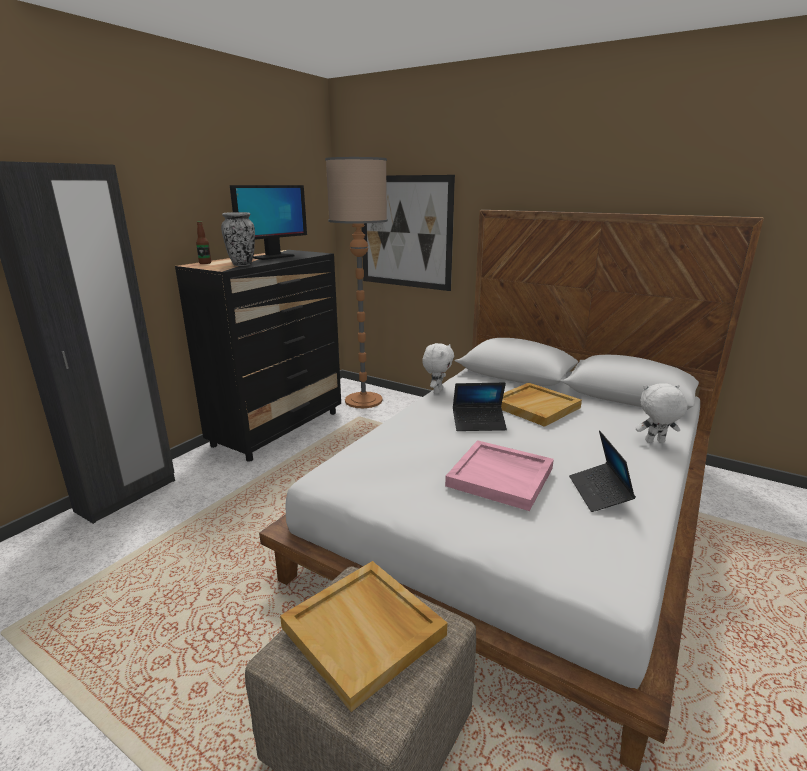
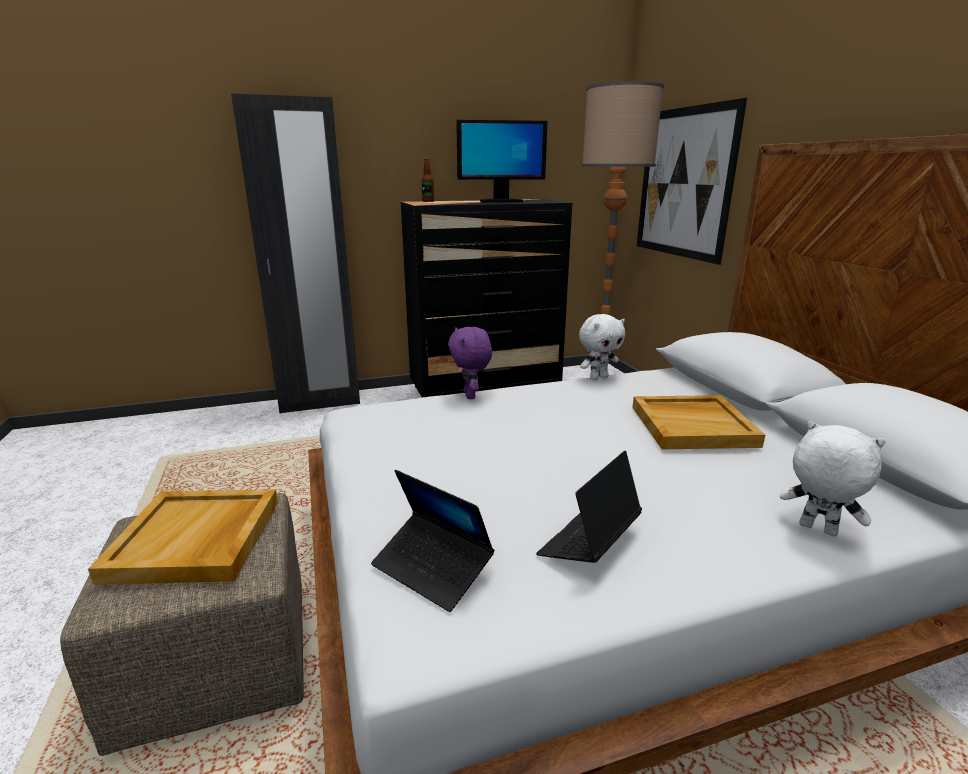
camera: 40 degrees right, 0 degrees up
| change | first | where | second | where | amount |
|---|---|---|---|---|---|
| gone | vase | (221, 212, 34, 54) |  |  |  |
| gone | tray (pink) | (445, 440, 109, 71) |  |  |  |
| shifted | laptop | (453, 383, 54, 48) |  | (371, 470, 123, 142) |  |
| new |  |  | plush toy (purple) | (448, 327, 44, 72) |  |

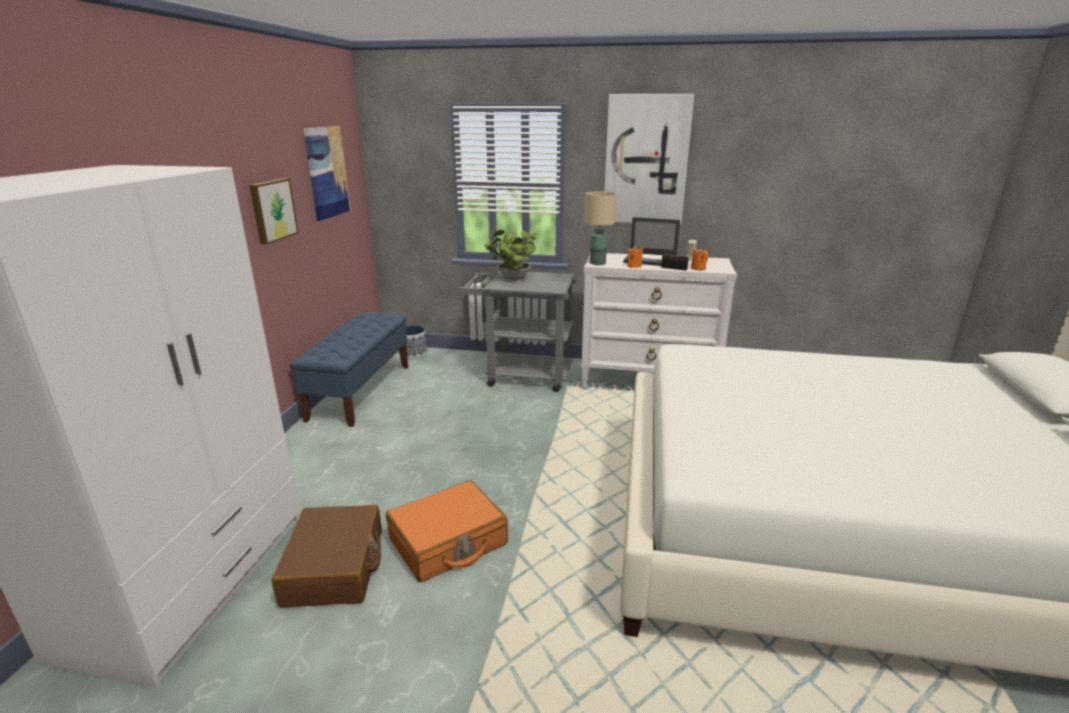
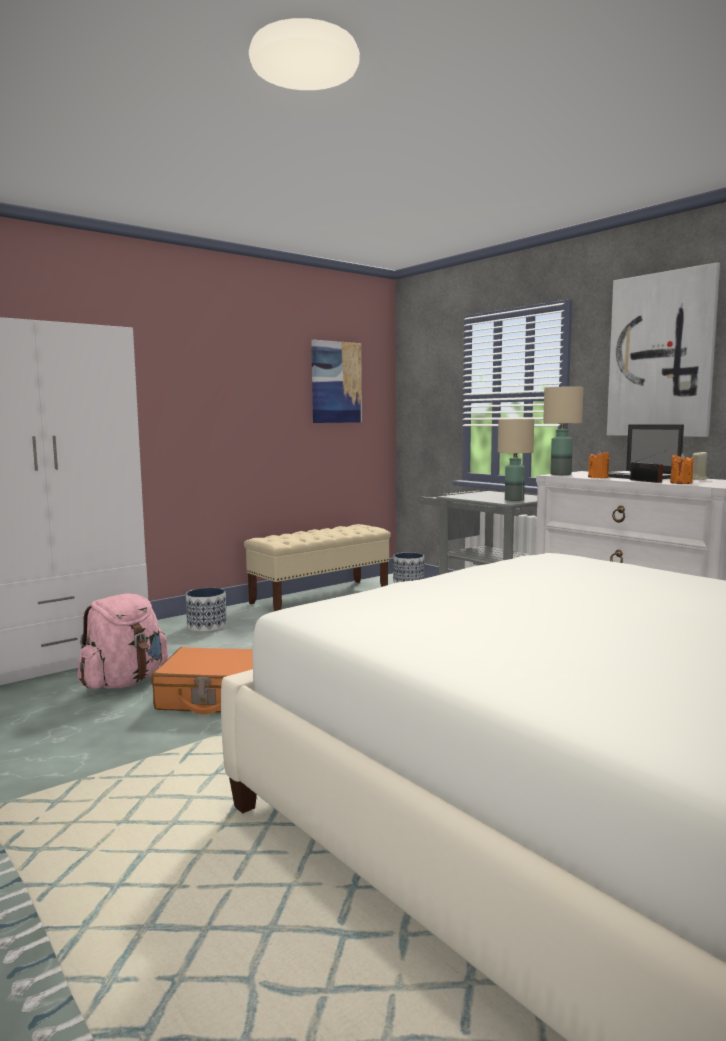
camera: 40 degrees right, 15 degrees down
| change | first | where | second | where | amount |
|---|---|---|---|---|---|
| gone | picture | (249, 178, 50, 67) |  |  |  |
| swapped | suitcase (brown) | (272, 504, 110, 104) | backpack (pink) | (77, 593, 91, 96) |  |
| repainted | bench (blue) | (289, 312, 119, 115) | bench (beige) | (244, 524, 147, 87) |  |
| gone | potted plant | (484, 230, 52, 50) |  |  |  |
| new |  |  | planter | (186, 588, 41, 44) |  |
| new |  |  | table lamp (beige) | (498, 419, 36, 82) |  |

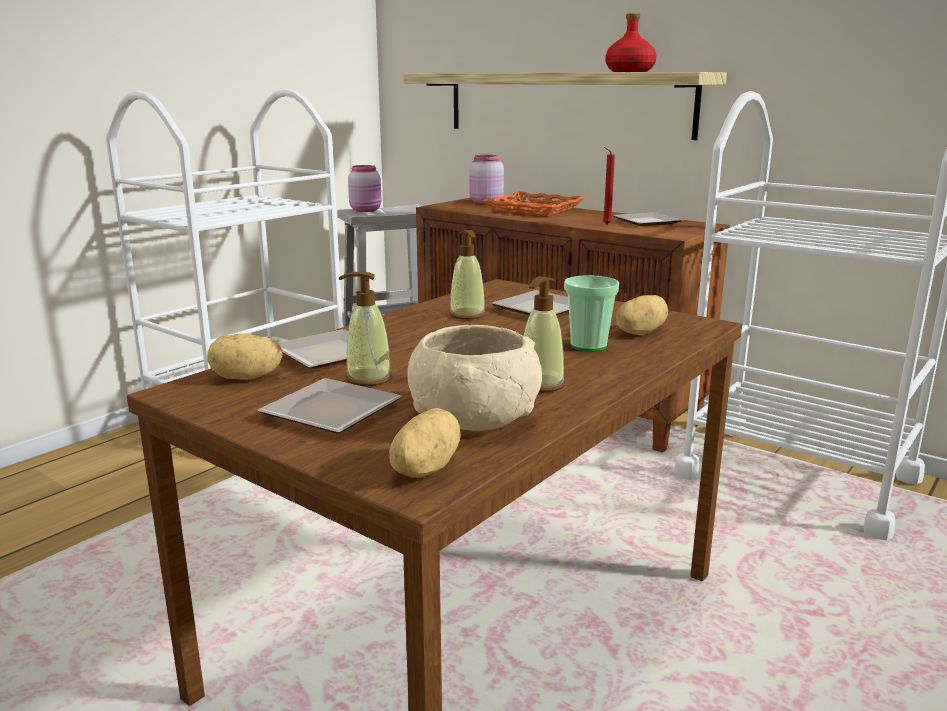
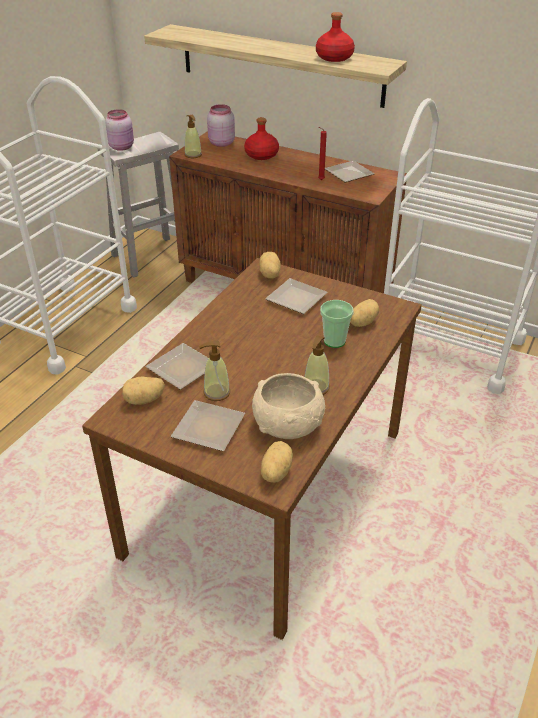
camera: 10 degrees left, 20 degrees up
| change | first | where | second | where | amount |
|---|---|---|---|---|---|
| shifted | soap dispenser | (449, 230, 37, 90) |  | (184, 115, 18, 43) |  |
| swapped | tray (orange) | (483, 191, 101, 25) | bottle (red) | (244, 117, 35, 43) |  |
| new |  |  | potato | (259, 252, 22, 27) |  |

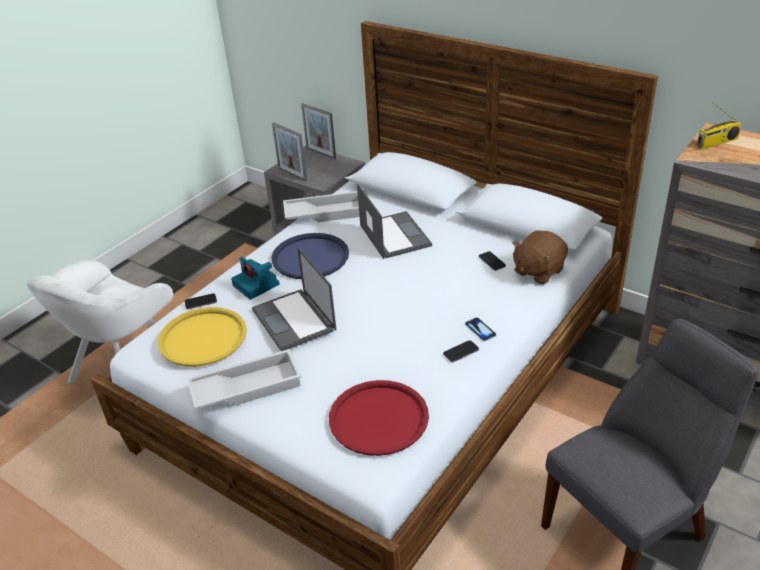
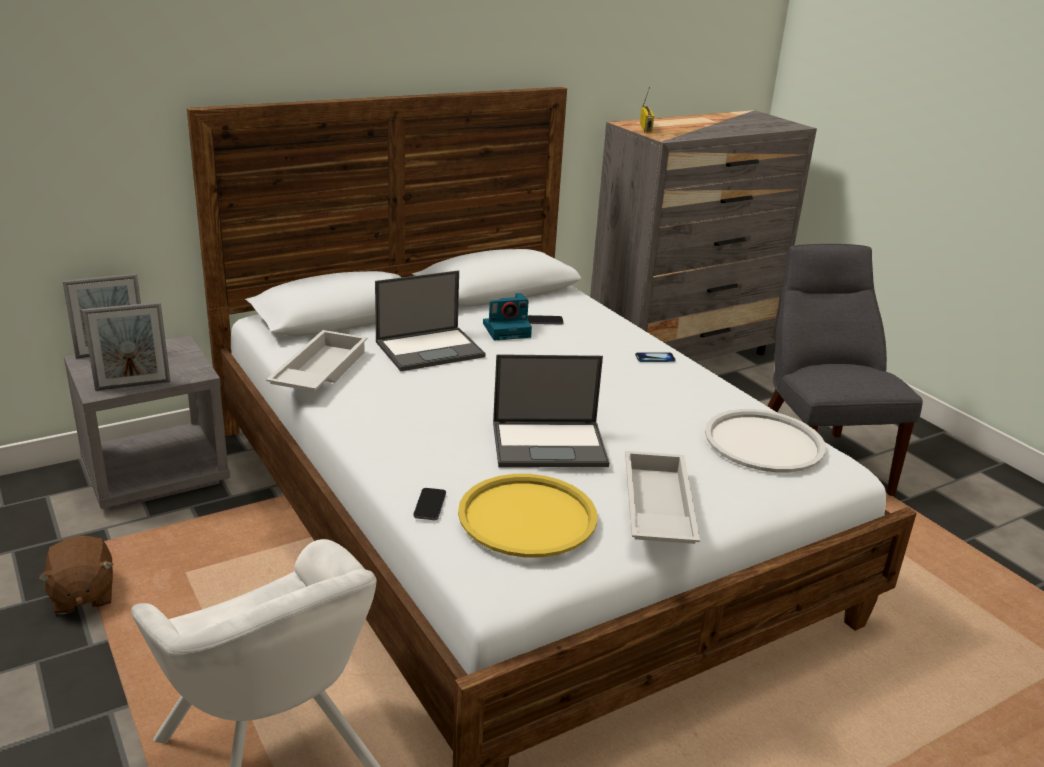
camera: 70 degrees left, 10 degrees down
| change | first | where | second | where | amount |
|---|---|---|---|---|---|
| shifted | photo camera | (231, 256, 49, 44) |  | (483, 293, 49, 47) |  |
| gone | tray (blue) | (271, 233, 78, 46) |  |  |  |
| repainted | tray (red) | (329, 380, 100, 76) | tray (white) | (705, 409, 121, 63) |  |
| rotated | laptop | (357, 184, 75, 75) |  | (375, 270, 111, 101) | 150 degrees clockwise |
| gone | phone | (443, 340, 36, 22) |  |  |  |
| shifted | plush toy (brown) | (512, 231, 56, 53) |  | (38, 536, 76, 79) |  |

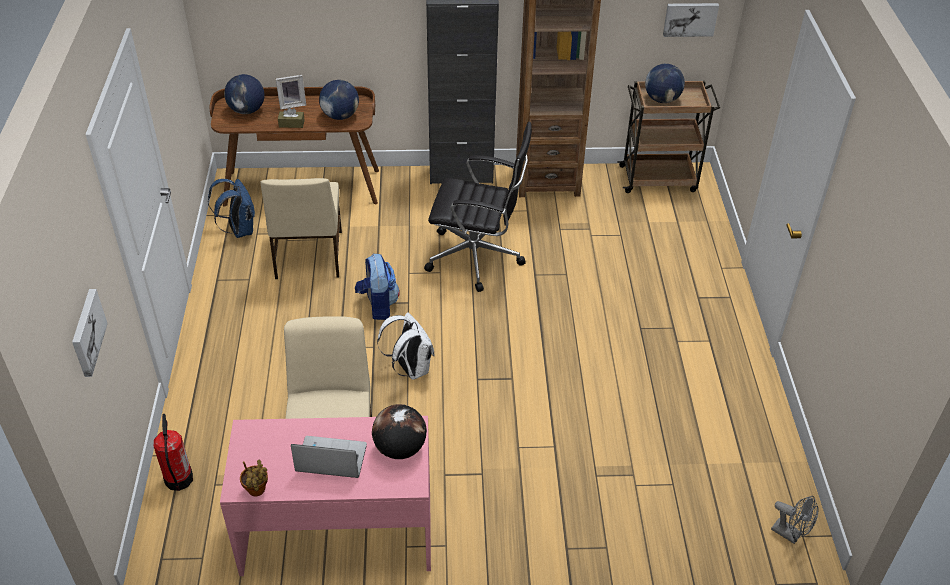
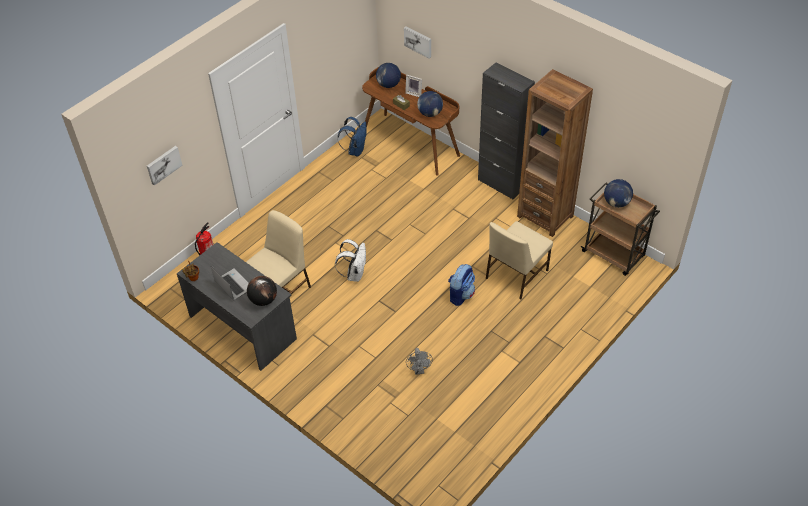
camera: 45 degrees right, 5 degrees up
| change | first | where | second | where | amount |
|---|---|---|---|---|---|
| repainted | desk (pink) | (220, 416, 211, 160) | desk (grey) | (177, 242, 120, 129) |  |
| shifted | chair (beige) | (260, 178, 82, 101) |  | (486, 221, 67, 78) |  |
| shifted | backpack | (355, 254, 45, 66) |  | (448, 264, 27, 42) |  |
| gone | office chair (black) | (424, 122, 108, 170) |  |  |  |
| shifted | picture | (663, 3, 56, 34) |  | (404, 27, 27, 32) |  |
| shifted | fan (grey) | (771, 496, 48, 48) |  | (406, 348, 27, 27) |  |

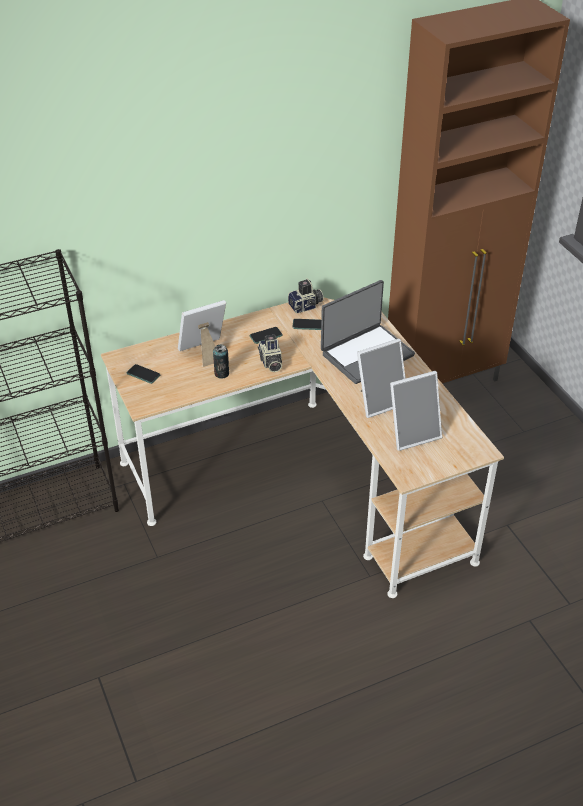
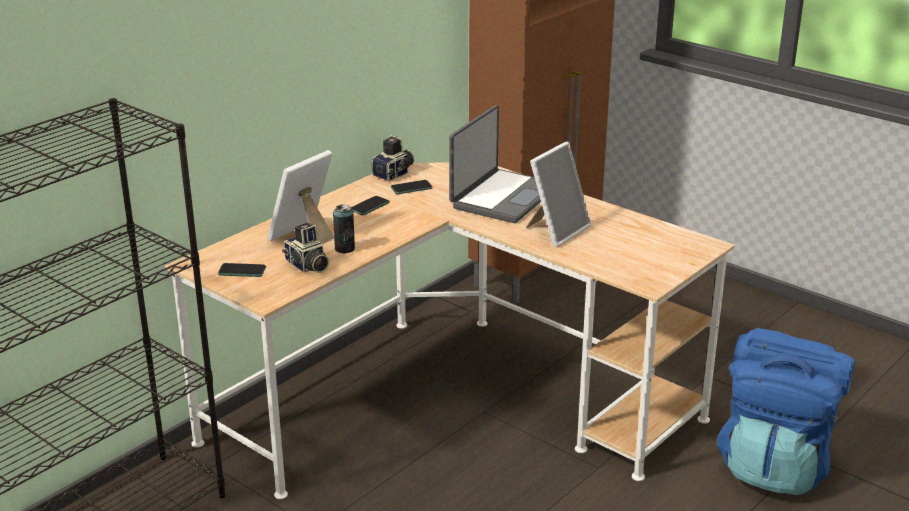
camera: 25 degrees left, 15 degrees down
| change | first | where | second | where | amount |
|---|---|---|---|---|---|
| shifted | photo camera | (258, 335, 24, 37) |  | (282, 223, 47, 50) |  |
| gone | picture frame | (390, 371, 52, 80) |  |  |  |
| new |  |  | backpack (blue) | (717, 328, 138, 167) |  |

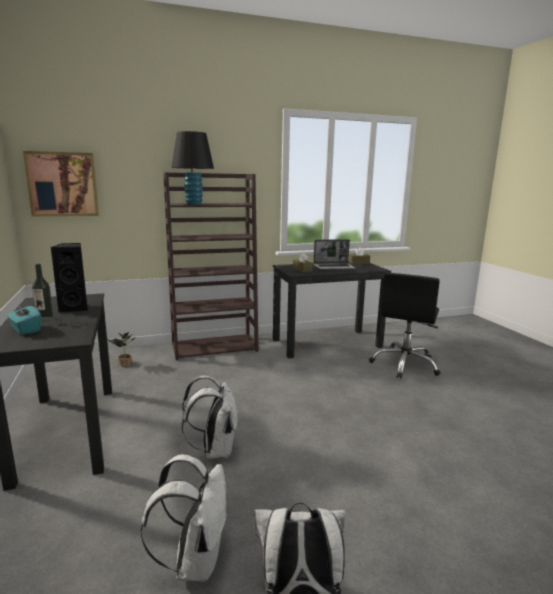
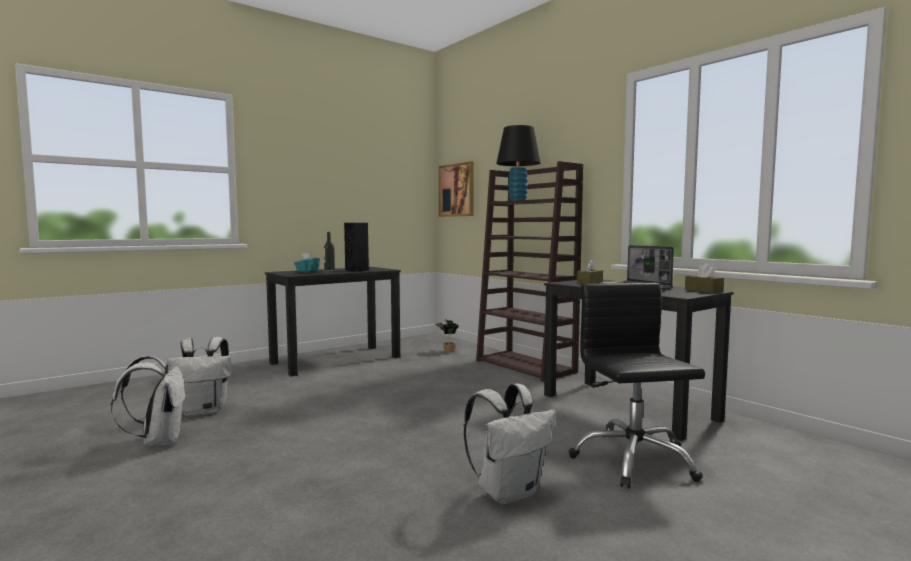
camera: 70 degrees right, 10 degrees down
| change | first | where | second | where | amount |
|---|---|---|---|---|---|
| shifted | backpack (white) | (181, 375, 57, 84) |  | (464, 384, 92, 120) |  |
| rotated | office chair (black) | (369, 273, 72, 105) |  | (569, 283, 136, 206) | 75 degrees clockwise |

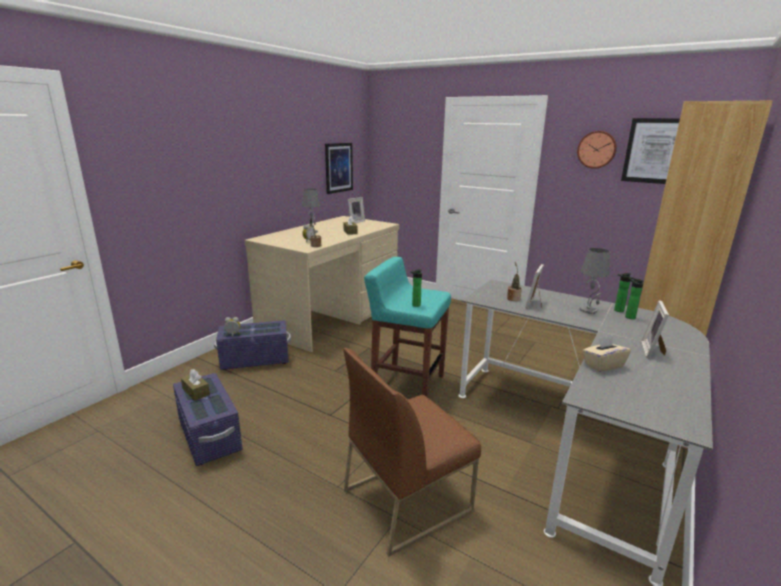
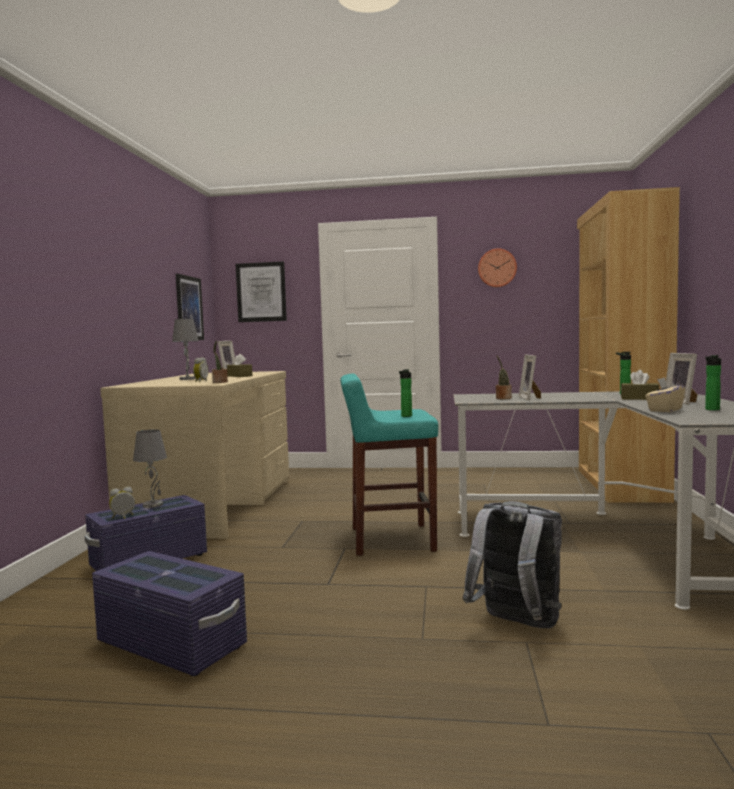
camera: 25 degrees left, 15 degrees down
| change | first | where | second | where | amount |
|---|---|---|---|---|---|
| shifted | tissue box (brown) | (181, 369, 29, 32) |  | (621, 370, 38, 30) |  |
| swapped | chair (brown) | (343, 348, 138, 209) | backpack (grey) | (463, 501, 99, 127) |  |
| shifted | table lamp (grey) | (580, 248, 30, 66) |  | (133, 429, 34, 79) |  |
| shifted | bottle | (614, 273, 17, 39) |  | (705, 355, 16, 55) |  |
| shifted | picture | (621, 118, 59, 66) |  | (236, 261, 51, 61) |  |

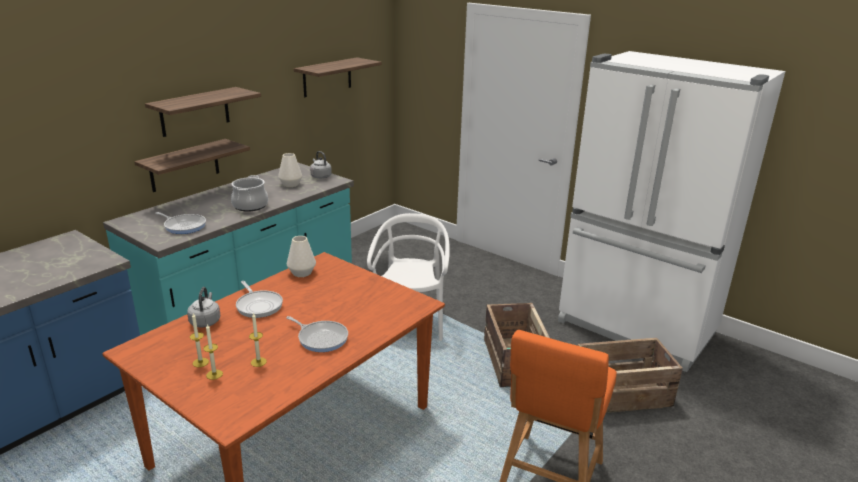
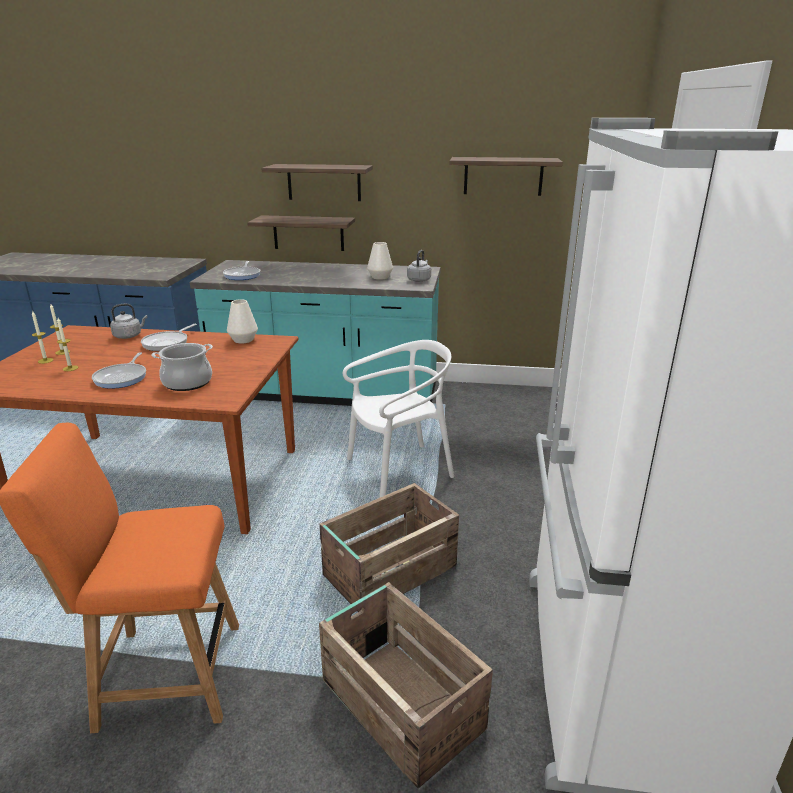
camera: 60 degrees right, 0 degrees up
| change | first | where | second | where | amount |
|---|---|---|---|---|---|
| shifted | cooking pot | (231, 175, 37, 37) |  | (151, 343, 62, 48) |  |

